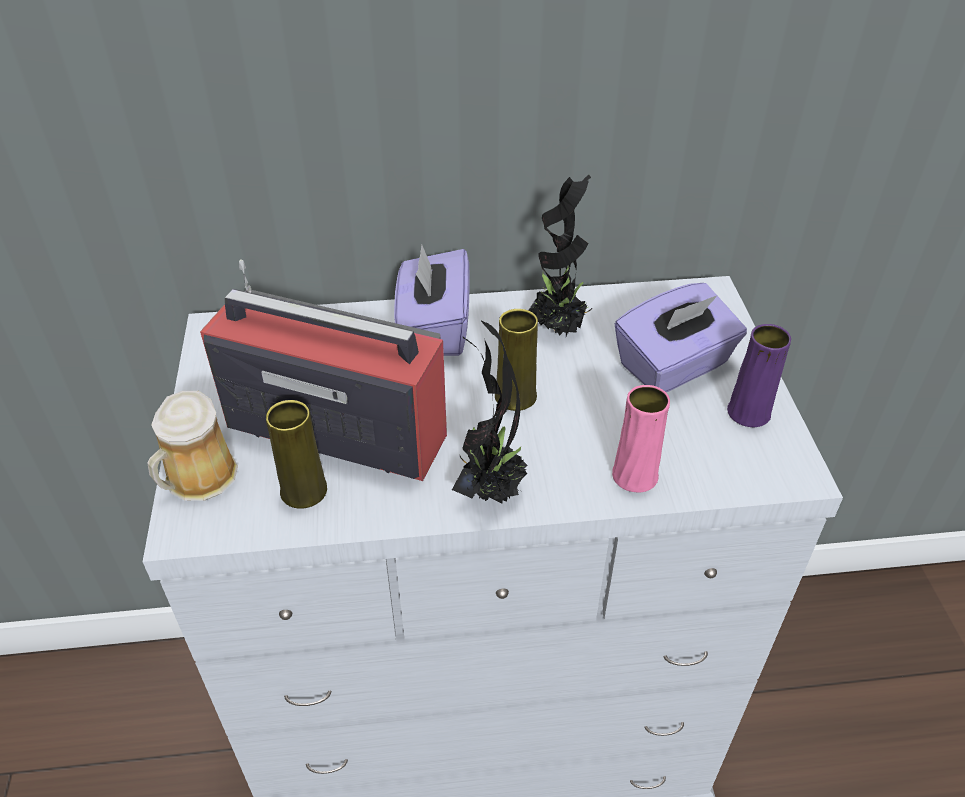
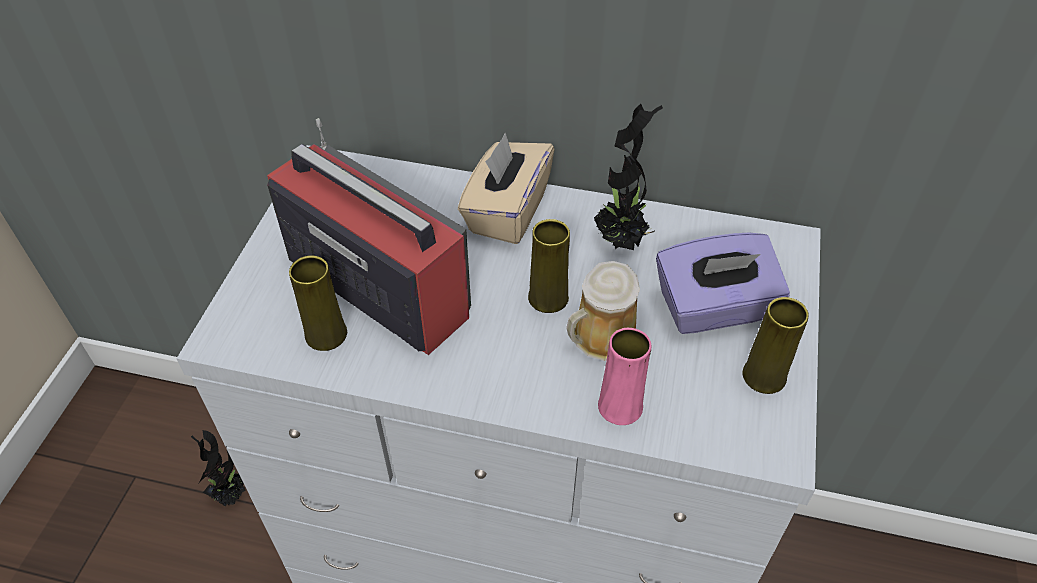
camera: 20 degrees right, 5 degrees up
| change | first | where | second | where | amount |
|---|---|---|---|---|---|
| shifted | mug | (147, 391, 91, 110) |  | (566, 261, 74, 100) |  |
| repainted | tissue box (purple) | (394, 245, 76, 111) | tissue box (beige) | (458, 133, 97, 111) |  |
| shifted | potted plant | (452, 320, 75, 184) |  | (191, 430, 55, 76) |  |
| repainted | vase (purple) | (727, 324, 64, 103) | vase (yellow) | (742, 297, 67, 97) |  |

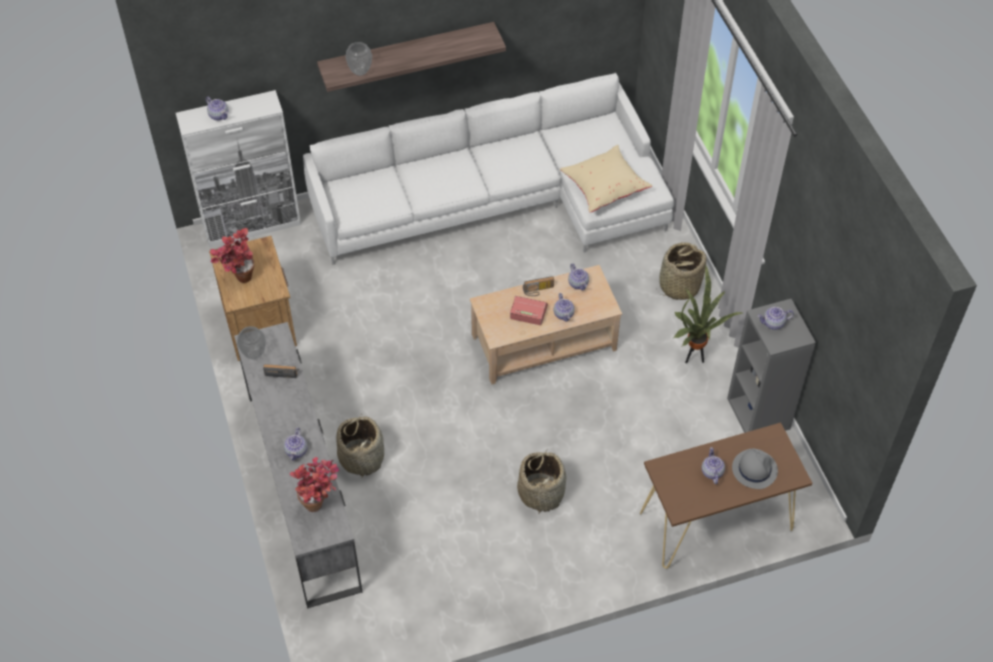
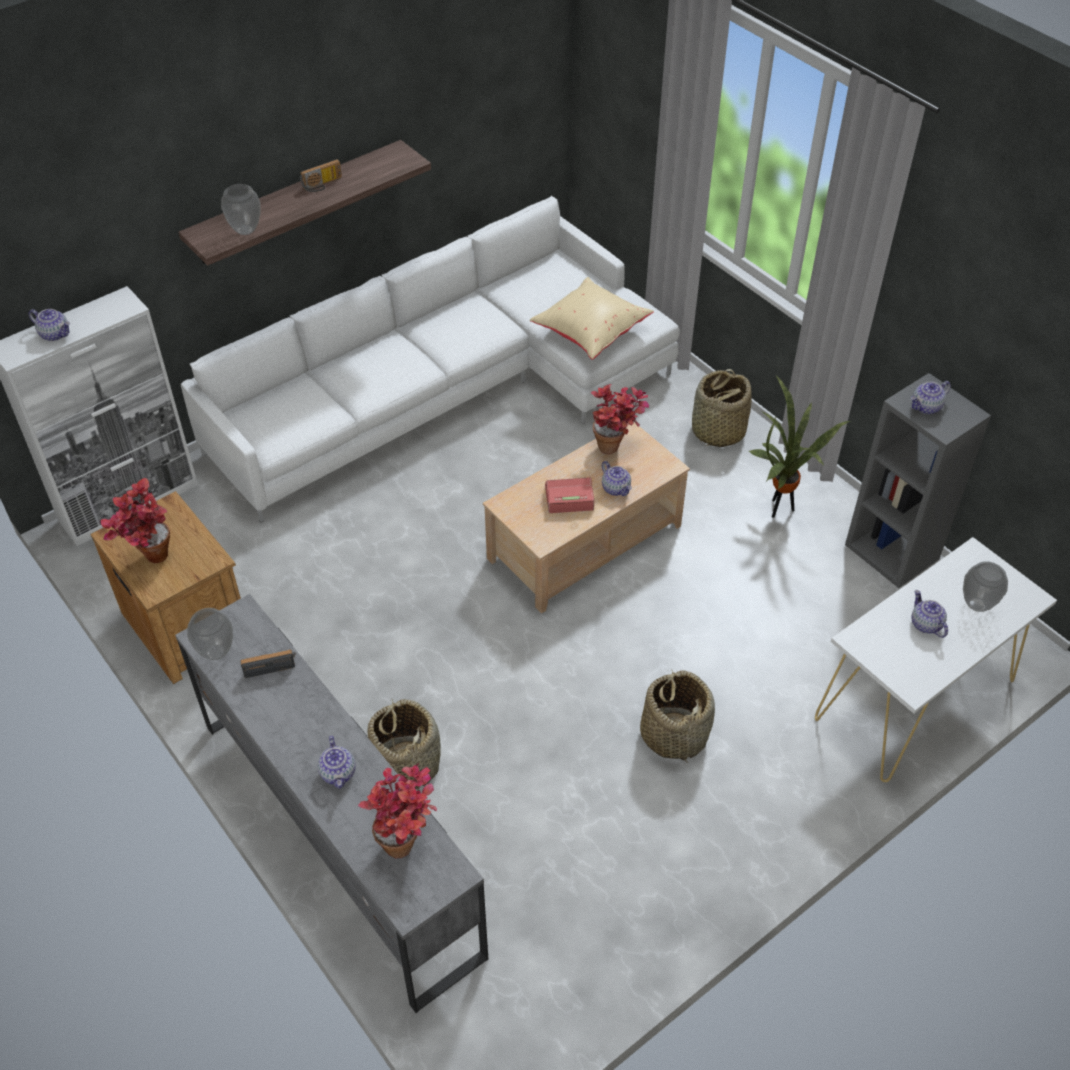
camera: 20 degrees left, 5 degrees down
| change | first | where | second | where | amount |
|---|---|---|---|---|---|
| shifted | radio | (523, 276, 31, 20) |  | (300, 159, 42, 33) |  |
| swapped | teapot | (568, 264, 21, 26) | potted plant | (591, 384, 58, 70) |  |
| repainted | console table (brown) | (640, 422, 172, 147) | console table (white) | (815, 537, 242, 245) |  |
| swapped | hat (grey) | (732, 449, 46, 40) | vase | (963, 561, 45, 51) |  |

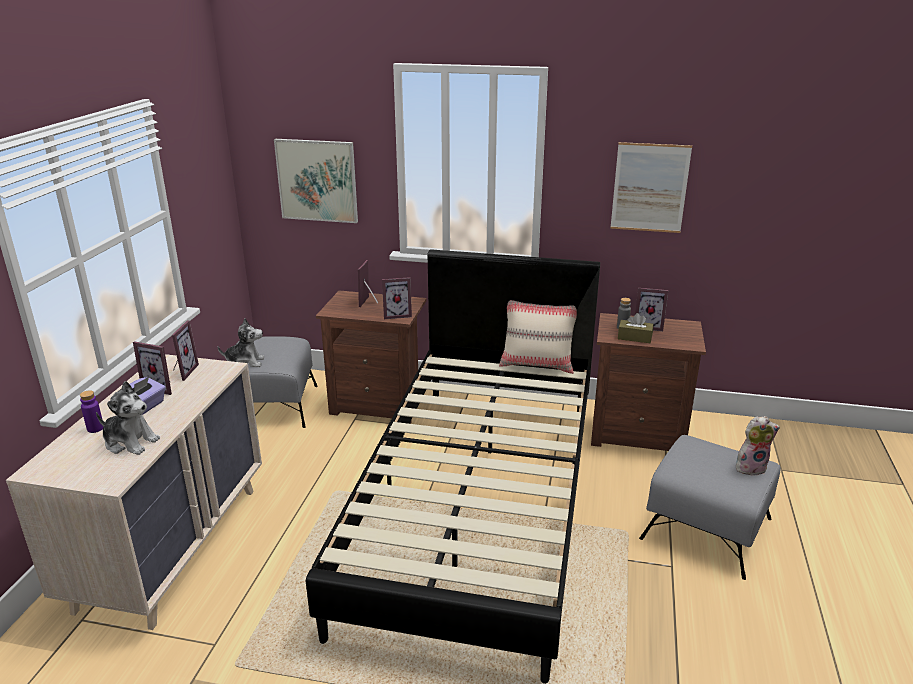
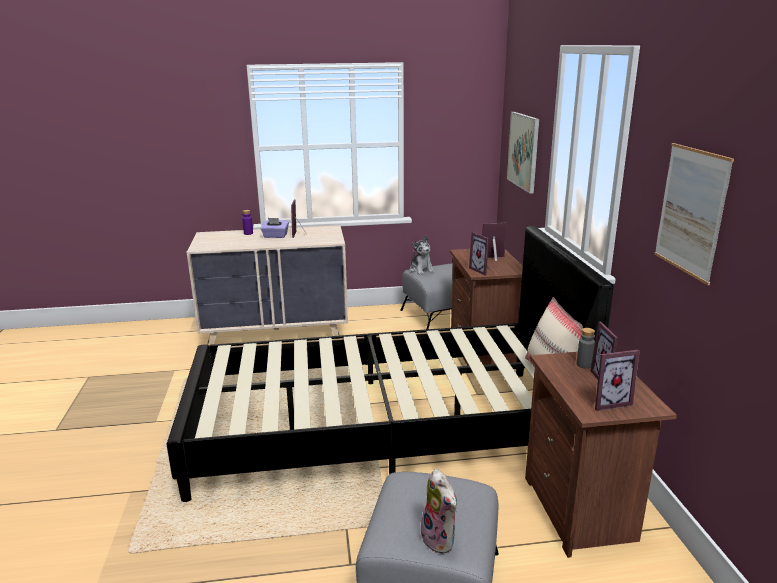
camera: 70 degrees right, 5 degrees down
| change | first | where | second | where | amount |
|---|---|---|---|---|---|
| gone | plush toy | (96, 381, 64, 74) |  |  |  |
| shifted | picture frame | (172, 320, 27, 61) |  | (595, 350, 45, 61) |  |
| gone | tissue box (brown) | (618, 313, 36, 30) |  |  |  |

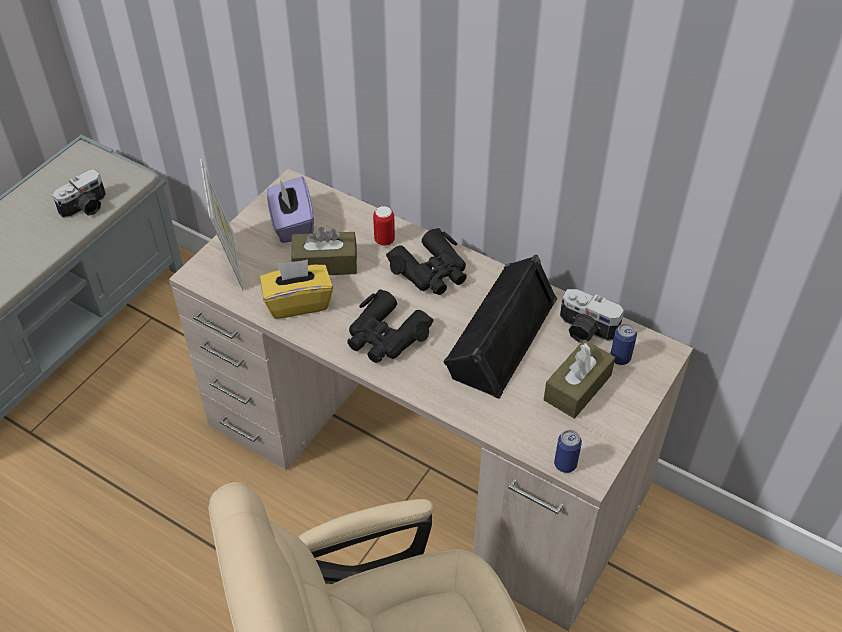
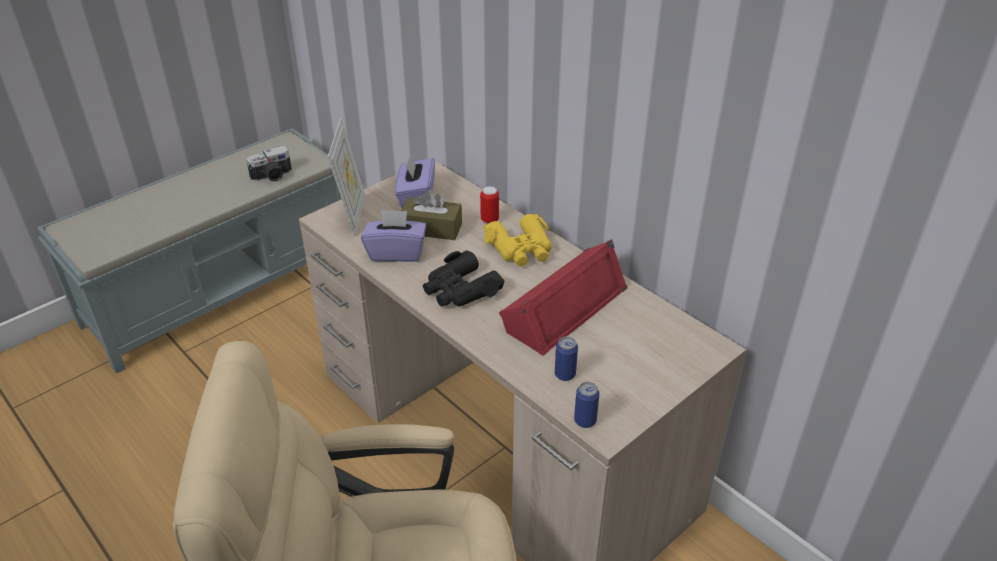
camera: 15 degrees right, 10 degrees down
| change | first | where | second | where | amount |
|---|---|---|---|---|---|
| repainted | tissue box (yellow) | (260, 259, 73, 60) | tissue box (purple) | (361, 210, 65, 52) |  |
| repainted | binoculars (black) | (386, 228, 81, 67) | binoculars (yellow) | (483, 214, 69, 52) |  |
| repainted | speaker (black) | (443, 255, 114, 144) | speaker (red) | (499, 239, 129, 117) |  |
| gone | tissue box (brown) | (544, 340, 71, 79) |  |  |  |
| gone | photo camera | (560, 289, 64, 54) |  |  |  |
| shifted | can | (610, 323, 27, 42) |  | (555, 336, 23, 45) |  |

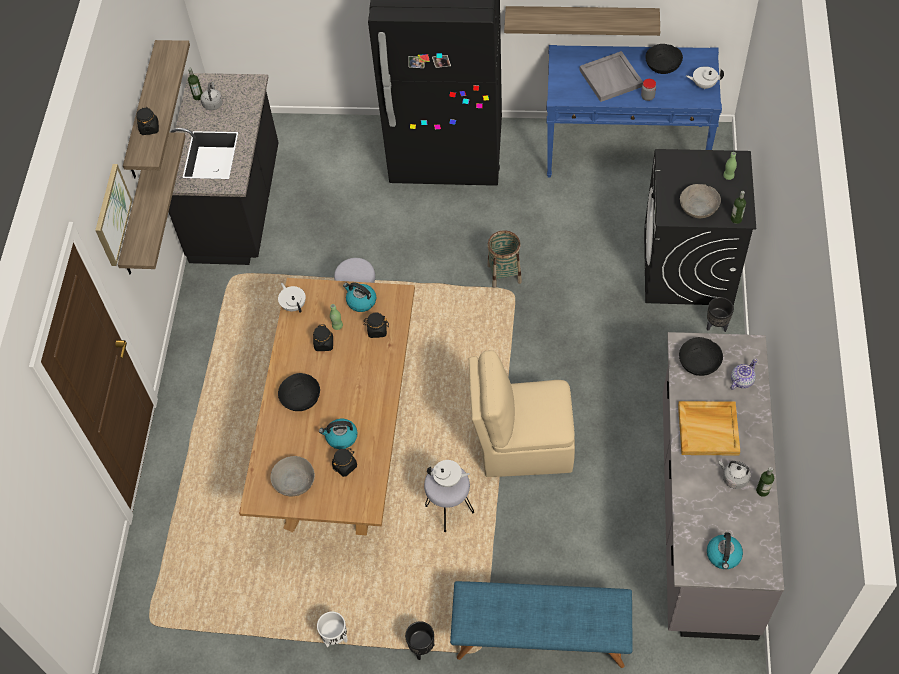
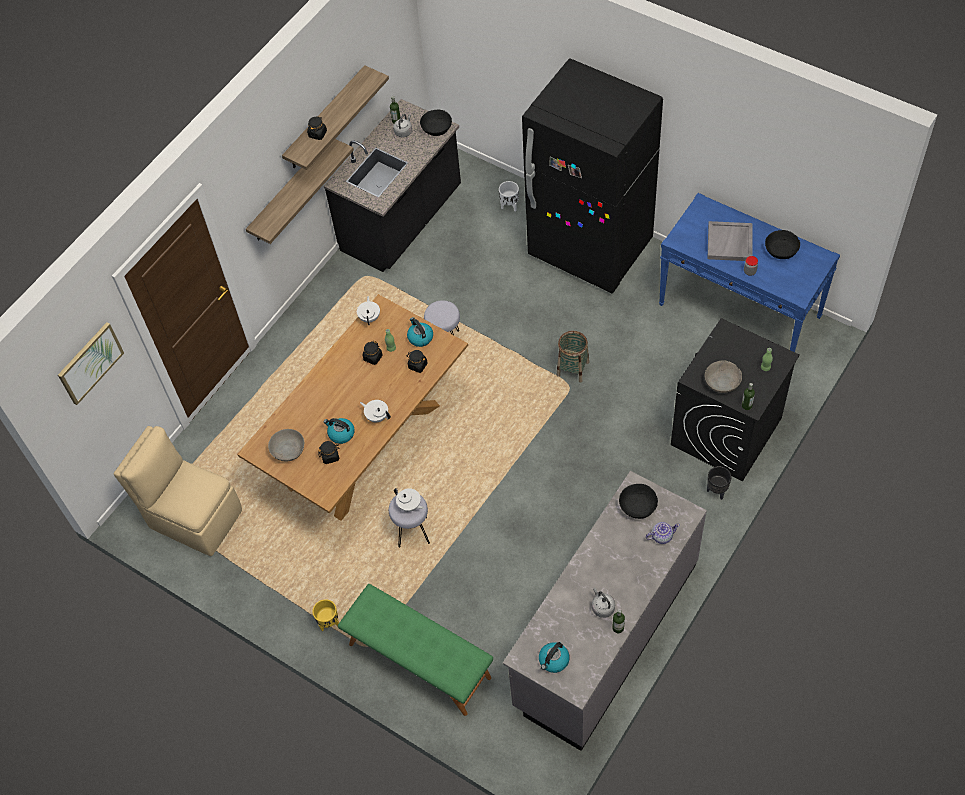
camera: 30 degrees right, 0 degrees up
| change | first | where | second | where | amount |
|---|---|---|---|---|---|
| shifted | picture | (95, 164, 37, 102) |  | (58, 322, 66, 83) |  |
| shifted | bowl (black) | (278, 373, 42, 38) |  | (420, 110, 32, 26) |  |
| shifted | planter (white) | (317, 611, 31, 36) |  | (499, 181, 20, 31) |  |
| repainted | planter (black) | (405, 621, 29, 39) | planter (yellow) | (312, 599, 27, 32) |  |
| repainted | bench (blue) | (450, 581, 182, 87) | bench (green) | (338, 584, 155, 132) |  |
| shifted | chair (beige) | (469, 350, 106, 127) |  | (113, 426, 129, 130) |  |
| gone | shelf | (504, 6, 156, 30) |  |  |  |
| gone | tray (beige) | (678, 401, 62, 54) |  |  |  |
| shifted | teapot (white) | (686, 66, 38, 23) |  | (360, 400, 31, 22) |  |

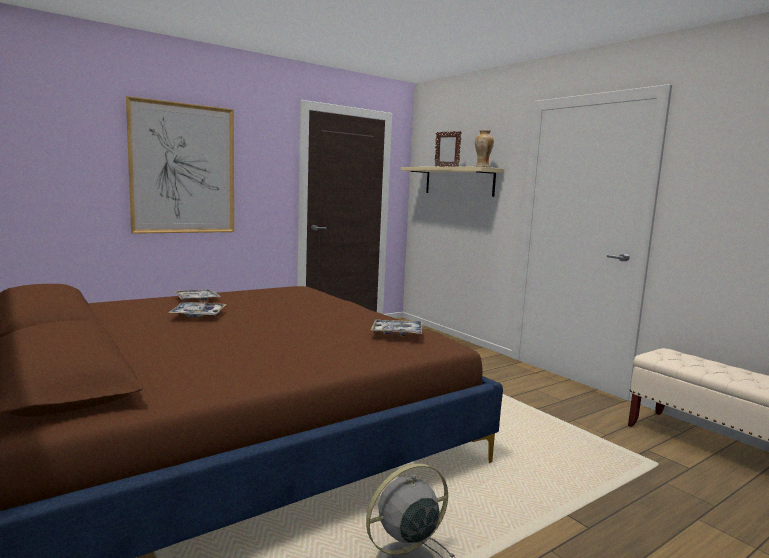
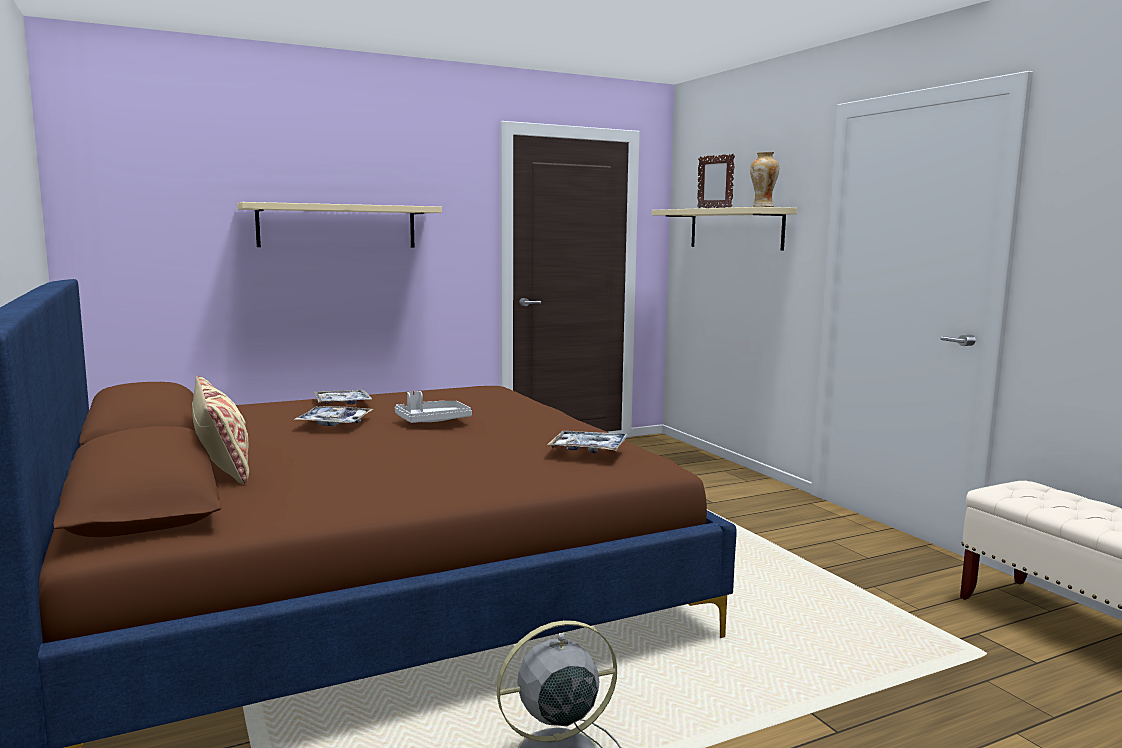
camera: 10 degrees right, 0 degrees up
| change | first | where | second | where | amount |
|---|---|---|---|---|---|
| swapped | picture | (126, 96, 108, 138) | shelf (beige) | (237, 202, 205, 45) |  |
| new |  |  | pillow (beige) | (192, 376, 57, 108) |  |
| new |  |  | tray (grey) | (395, 391, 77, 32) |  |

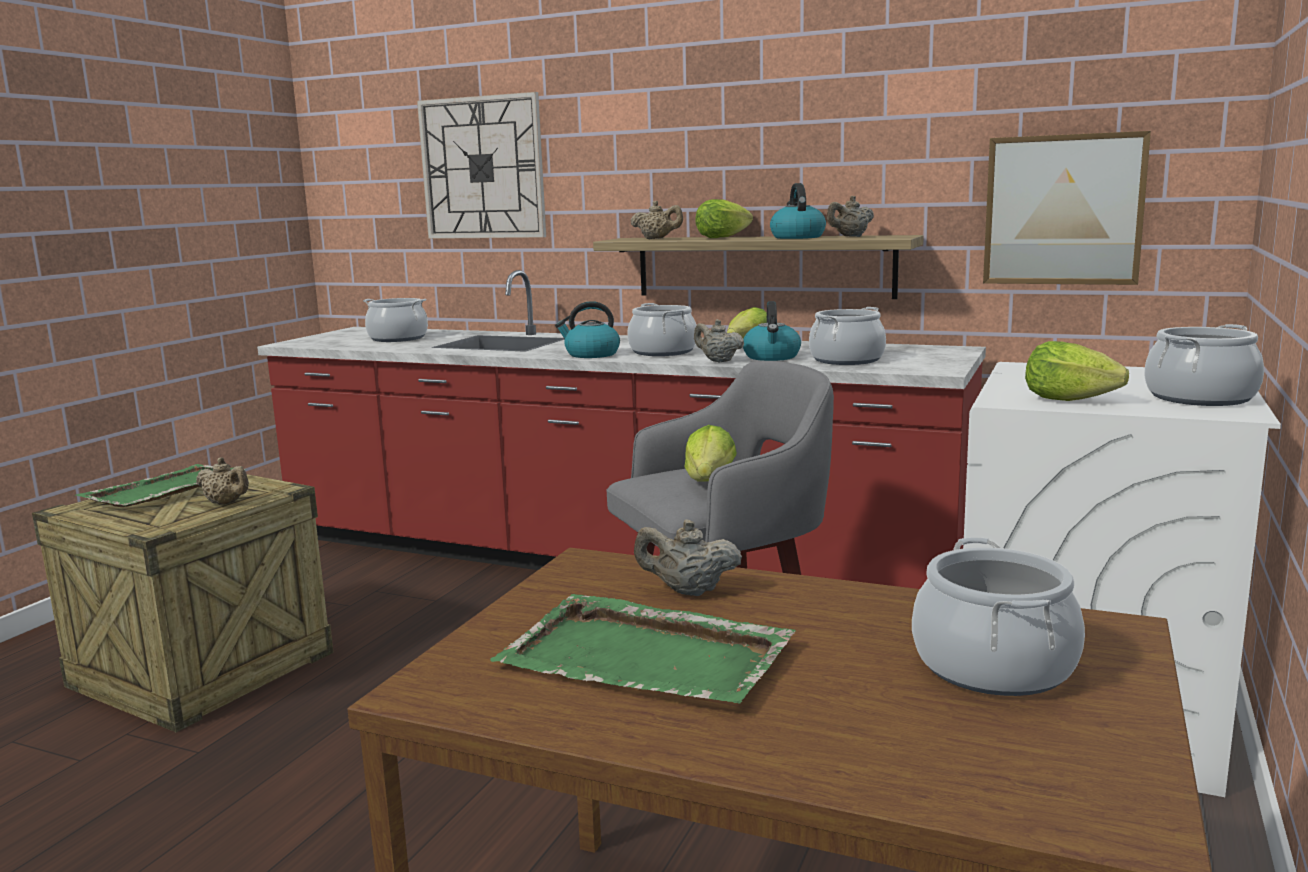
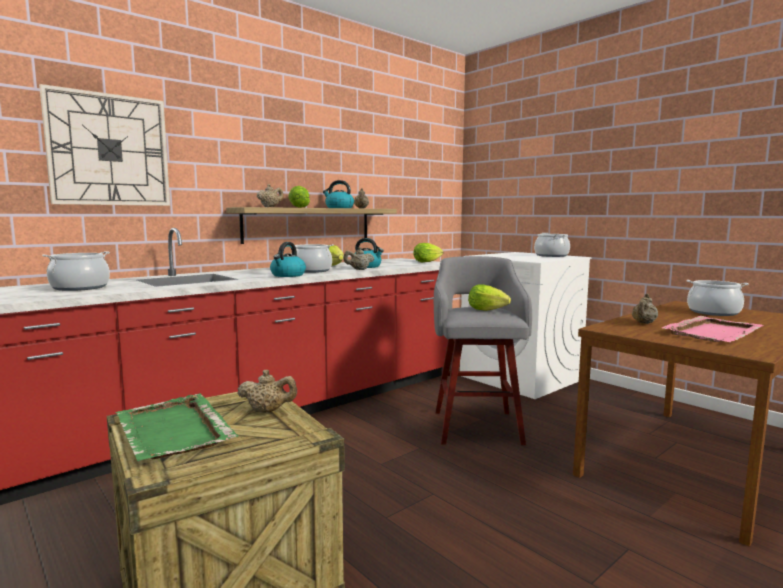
camera: 65 degrees left, 5 degrees down
| change | first | where | second | where | amount |
|---|---|---|---|---|---|
| rotated | teapot (beige) | (196, 457, 53, 48) |  | (238, 370, 59, 43) | 45 degrees clockwise |
| repainted | tray (green) | (490, 594, 306, 110) | tray (pink) | (662, 316, 101, 26) |  |
| gone | cooking pot | (809, 307, 77, 58) |  |  |  |
| gone | picture | (983, 131, 168, 154) |  |  |  |
| shifted | lettuce | (1025, 341, 104, 60) |  | (413, 243, 30, 19) |  |

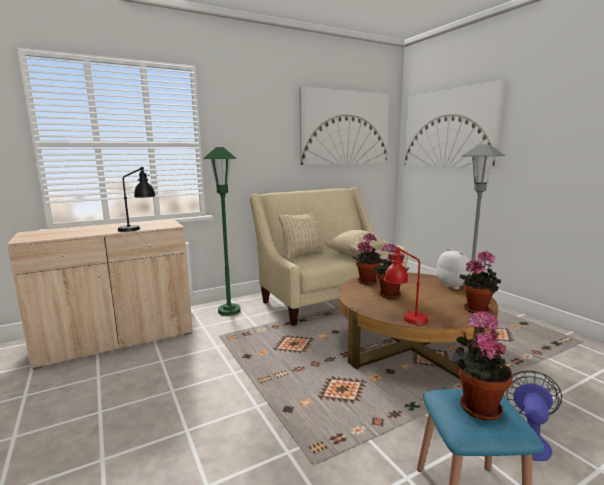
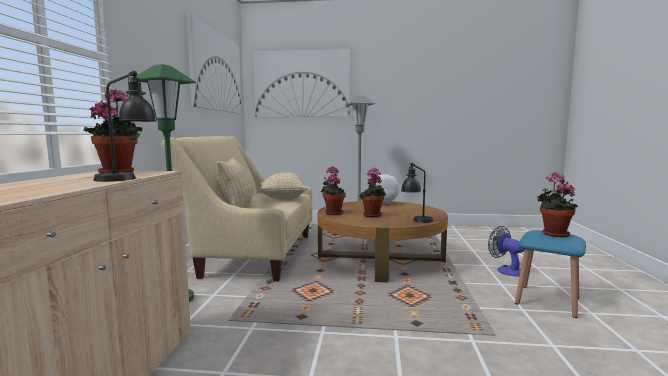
camera: 55 degrees left, 5 degrees down
| change | first | where | second | where | amount |
|---|---|---|---|---|---|
| repainted | table lamp (red) | (384, 247, 45, 78) | table lamp (black) | (401, 163, 32, 60) |  |
| shifted | potted plant | (460, 251, 41, 62) |  | (84, 89, 58, 84) |  |

